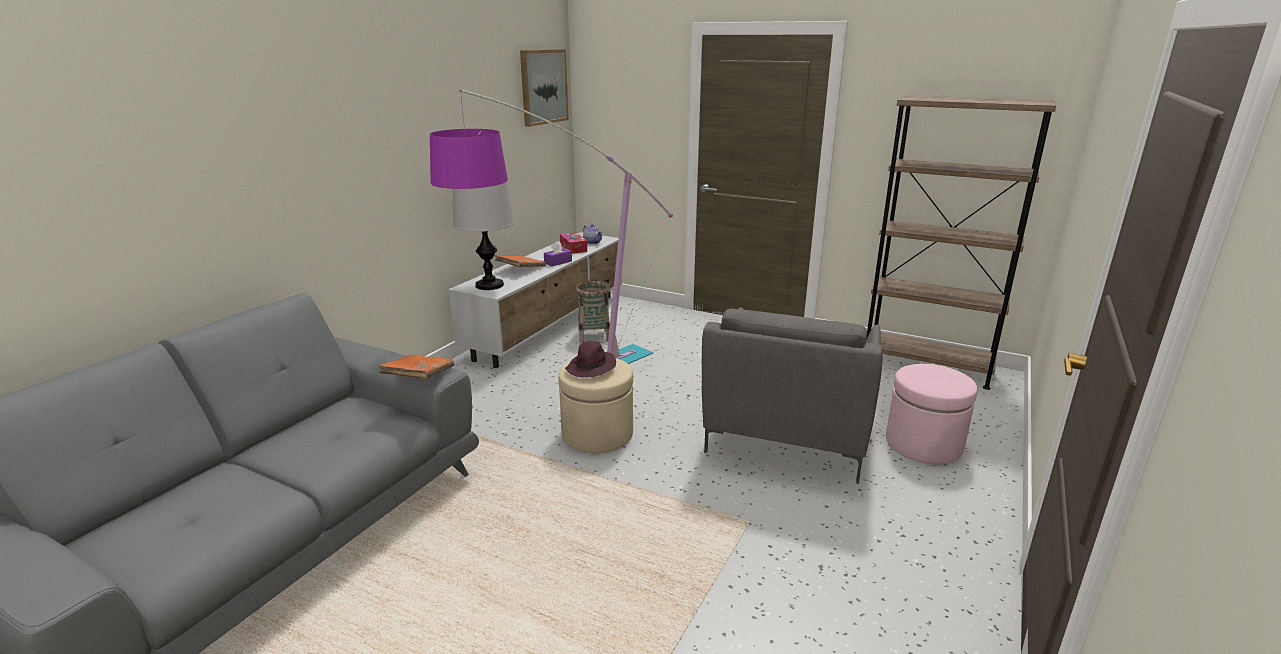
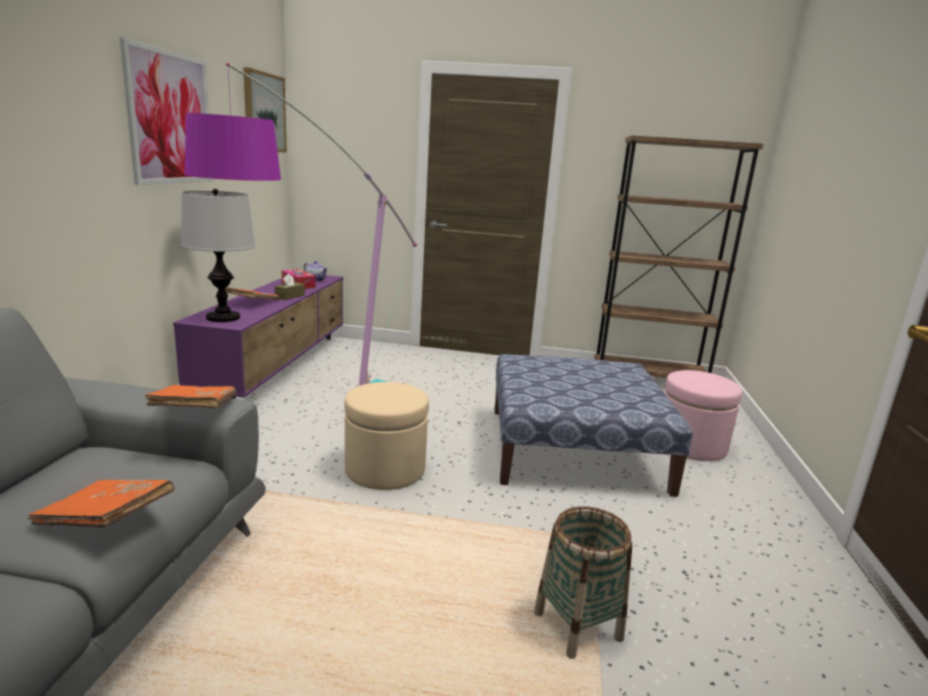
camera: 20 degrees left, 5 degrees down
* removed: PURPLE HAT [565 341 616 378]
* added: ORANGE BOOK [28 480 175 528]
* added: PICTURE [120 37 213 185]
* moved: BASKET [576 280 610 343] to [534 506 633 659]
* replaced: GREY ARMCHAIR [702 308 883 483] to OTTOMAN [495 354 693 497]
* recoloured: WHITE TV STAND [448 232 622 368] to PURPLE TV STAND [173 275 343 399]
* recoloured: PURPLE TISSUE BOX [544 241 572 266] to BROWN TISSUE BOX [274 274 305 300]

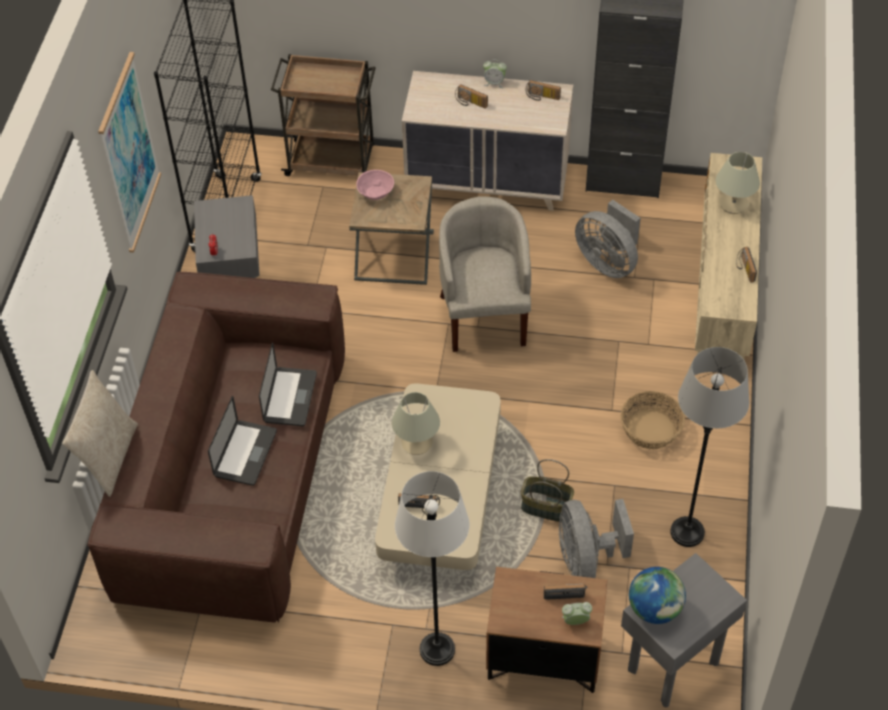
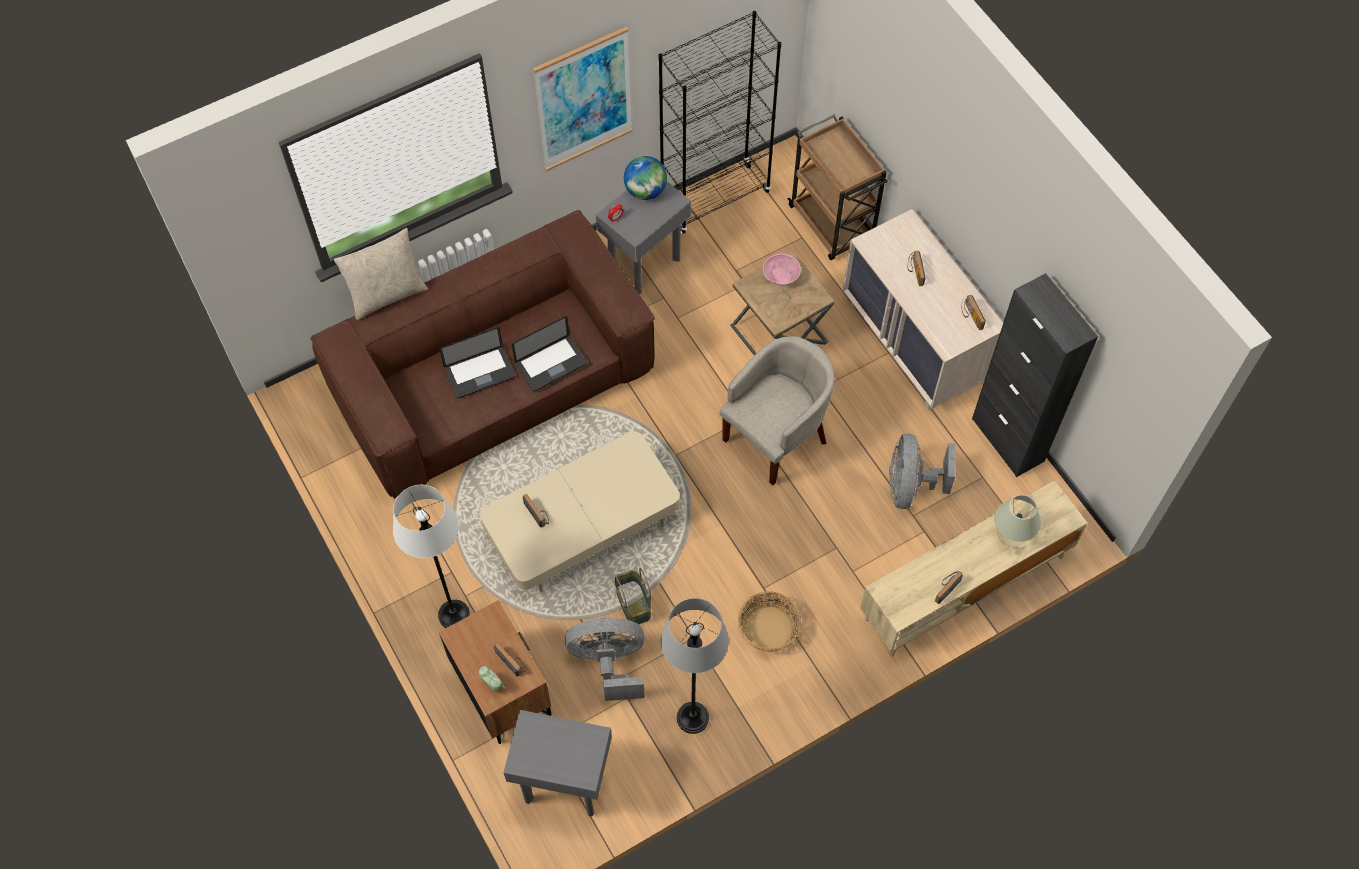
camera: 50 degrees right, 10 degrees up
* removed: BEIGE TABLE LAMP [392 392 440 455]
* removed: ALARM CLOCK [483 59 507 88]
* moved: GLOBE [629 567 686 624] to [624 156 667 200]
* turned: GREY FAN [559 499 634 578] = [565 618 645 701] 45 degrees clockwise

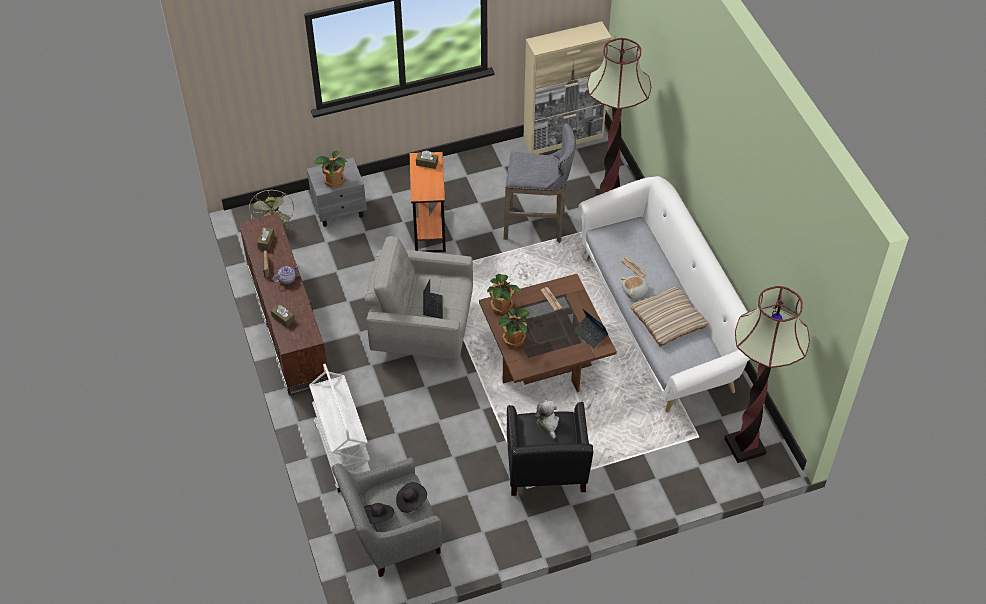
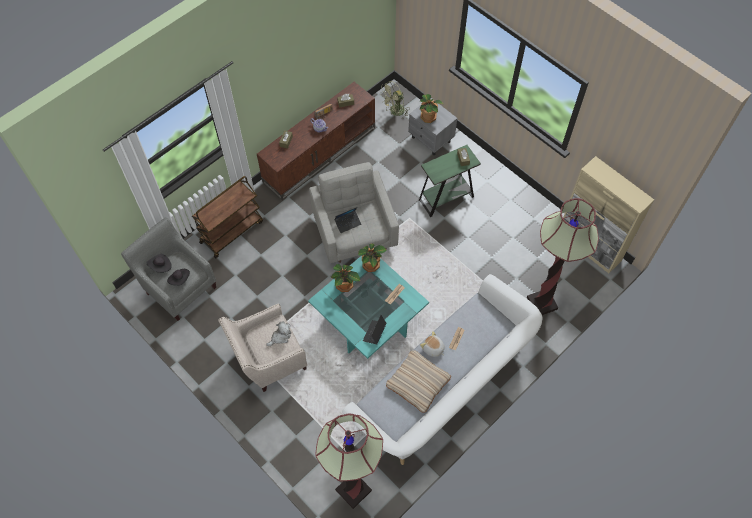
camera: 65 degrees right, 10 degrees up
* removed: GREY STOOL [504 124 576 243]
* recoloured: WHITE CART [309 364 370 493] to BROWN CART [192 176 263 259]
* recoloured: ORANGE SIDE TABLE [410 152 446 252] to GREEN SIDE TABLE [419 145 481 217]
* recoloured: BROWN COFFEE TABLE [479 274 617 392] to TURQUOISE COFFEE TABLE [308 256 429 359]
* recoloured: BLACK ARMCHAIR [507 402 593 496] to BEIGE ARMCHAIR [218 304 307 392]

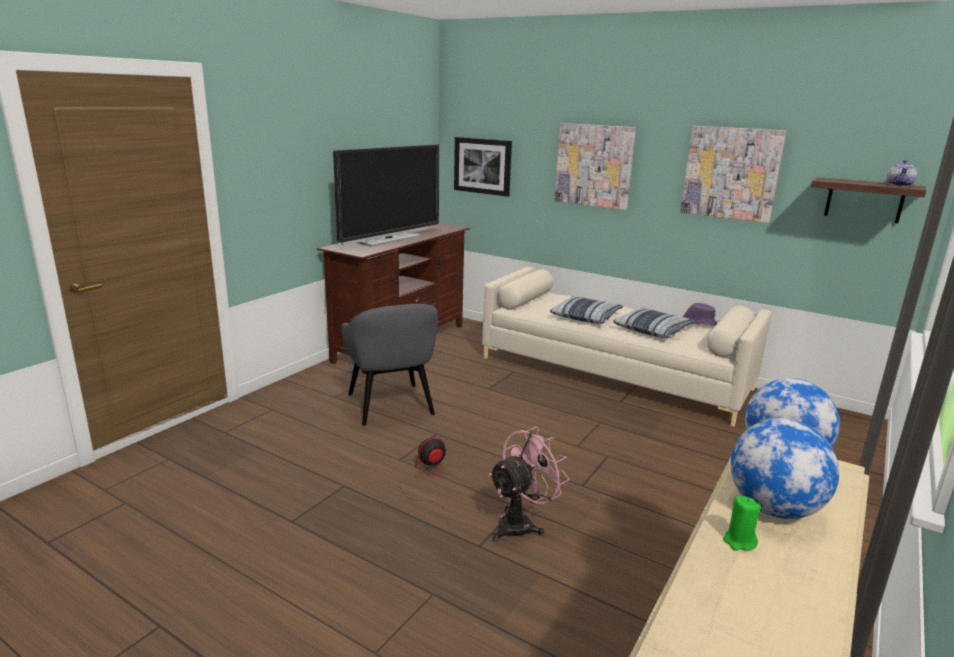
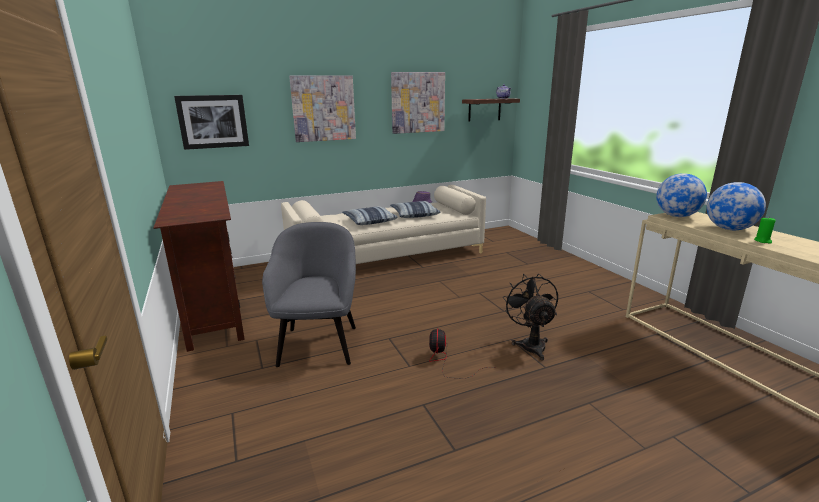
camera: 55 degrees left, 0 degrees up
* removed: TELEVISION [333 144 439 247]
* recoloured: PINK FAN [489 427 569 541] to BLACK FAN [503 274 558 360]
* turned: GREY ARMCHAIR [341 304 438 426] = [262 222 356 367] 105 degrees counterclockwise

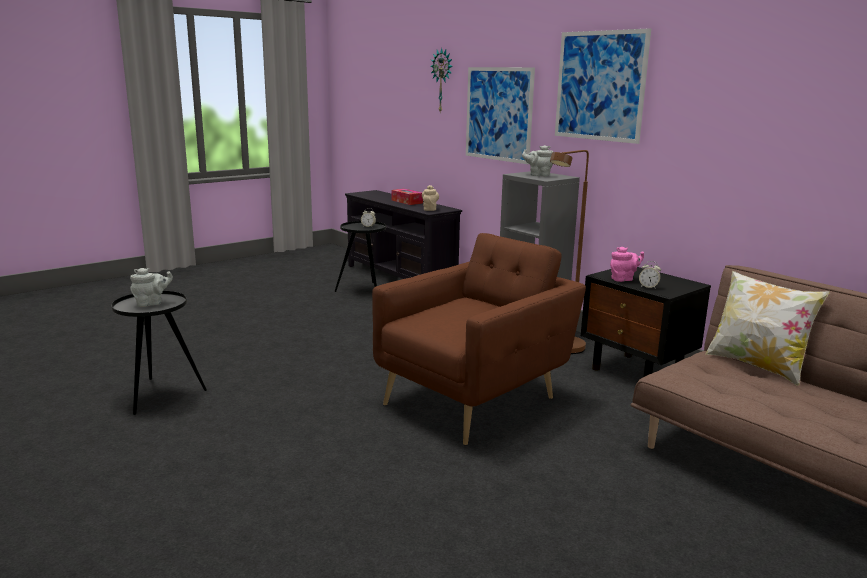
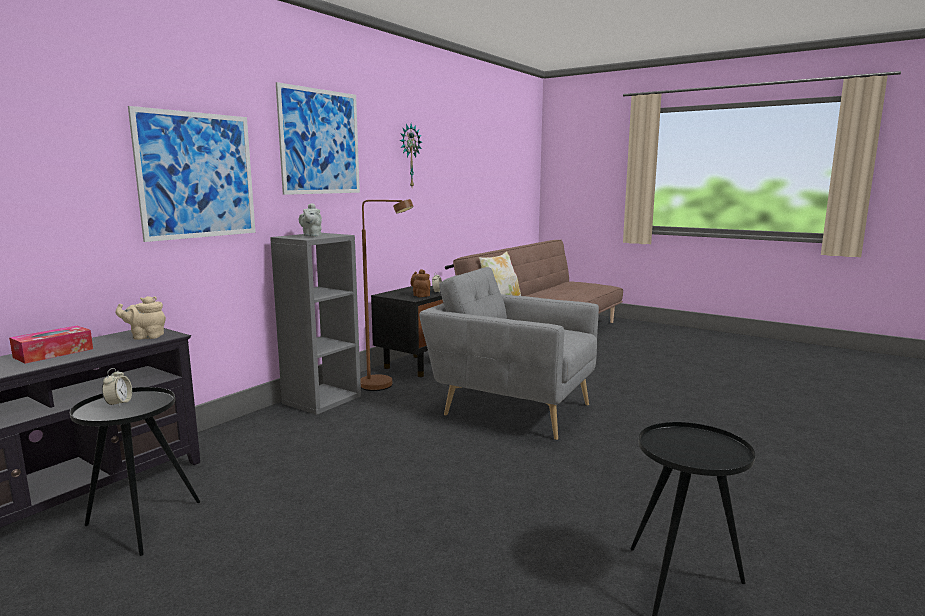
camera: 105 degrees left, 5 degrees down
* removed: GREY TEAPOT [130 268 173 307]
* moved: WALL CLOCK [430 48 453 112] to [400 124 422 187]
* recoloured: BROWN ARMCHAIR [372 233 586 446] to GREY ARMCHAIR [419 267 599 440]
* recoloured: PINK TEAPOT [610 247 644 282] to BROWN TEAPOT [411 269 430 297]

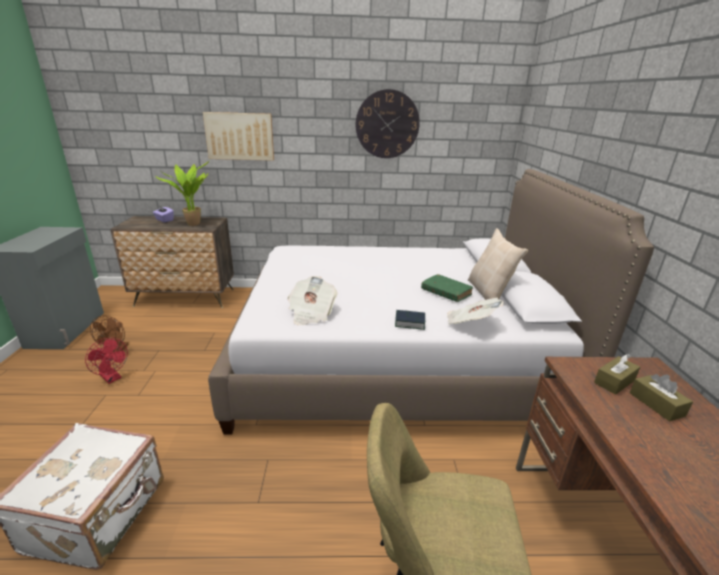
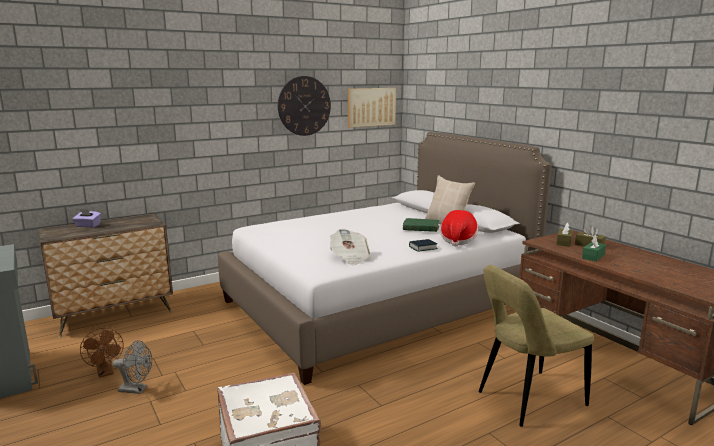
camera: 30 degrees left, 10 degrees down
* removed: POTTED PLANT [155 160 210 226]
* added: GREEN TISSUE BOX [582 235 606 262]
* moved: PICTURE [203 112 274 161] to [348 88 396 128]
* replaced: NEWSPAPER [447 298 504 324] to HAT [440 210 478 246]
* recoloured: RED FAN [85 338 128 384] to GREY FAN [112 340 152 394]

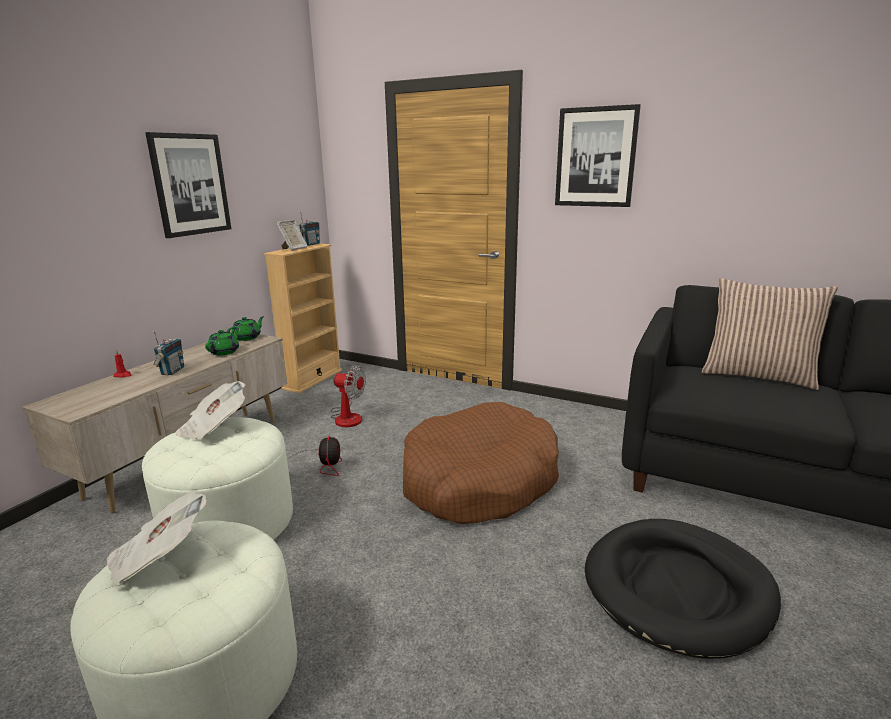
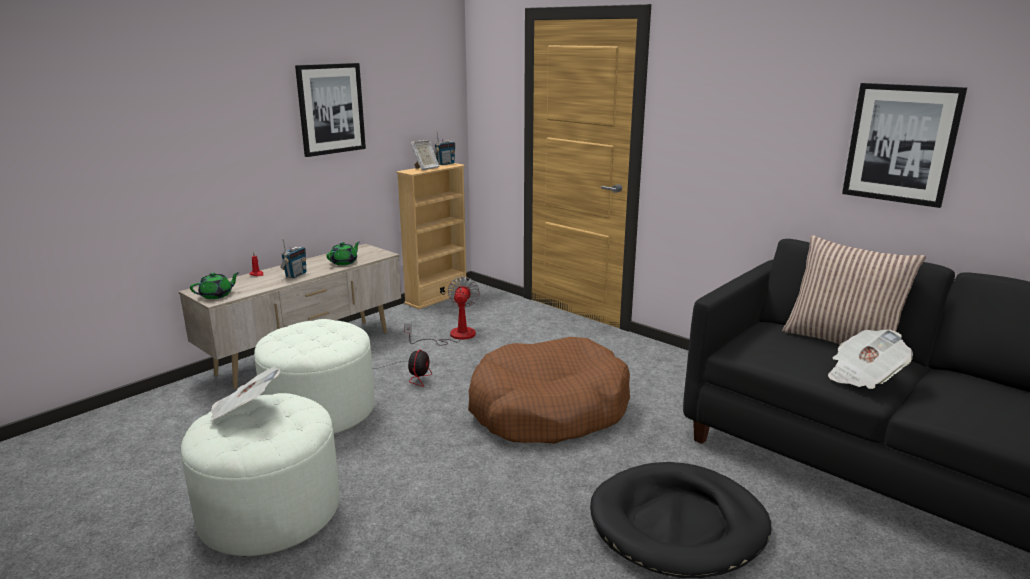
camera: 15 degrees right, 0 degrees up
* moved: NEWSPAPER [176 381 245 440] to [828 330 913 389]
* moved: GREEN TEAPOT [227 316 264 341] to [190 272 240 299]
* moved: PICTURE [555 104 641 207] to [842 83 967 208]
* turned: FAN [331 365 366 427] = [404 277 480 346] 120 degrees counterclockwise

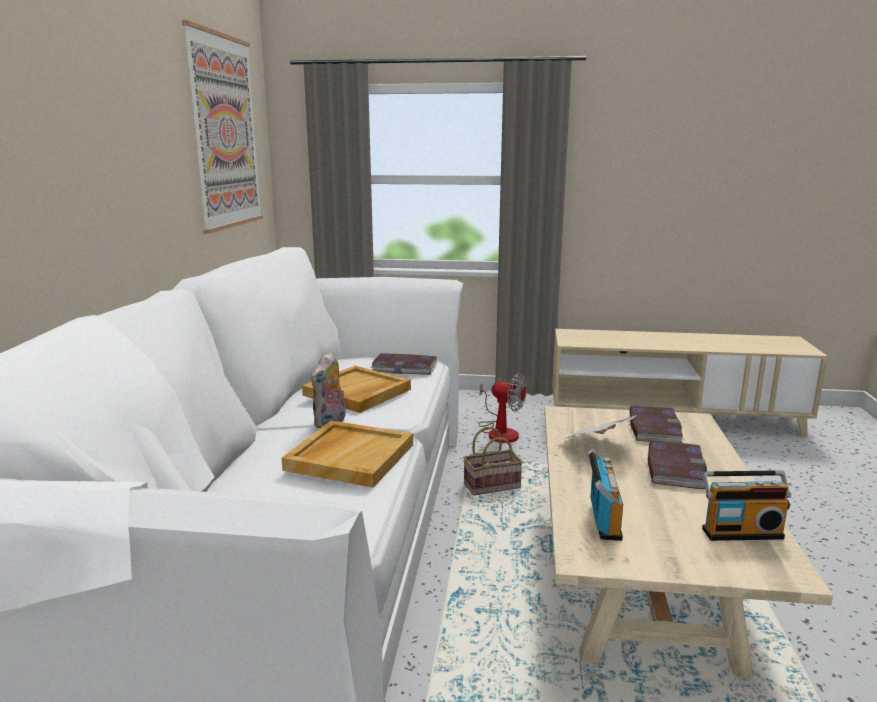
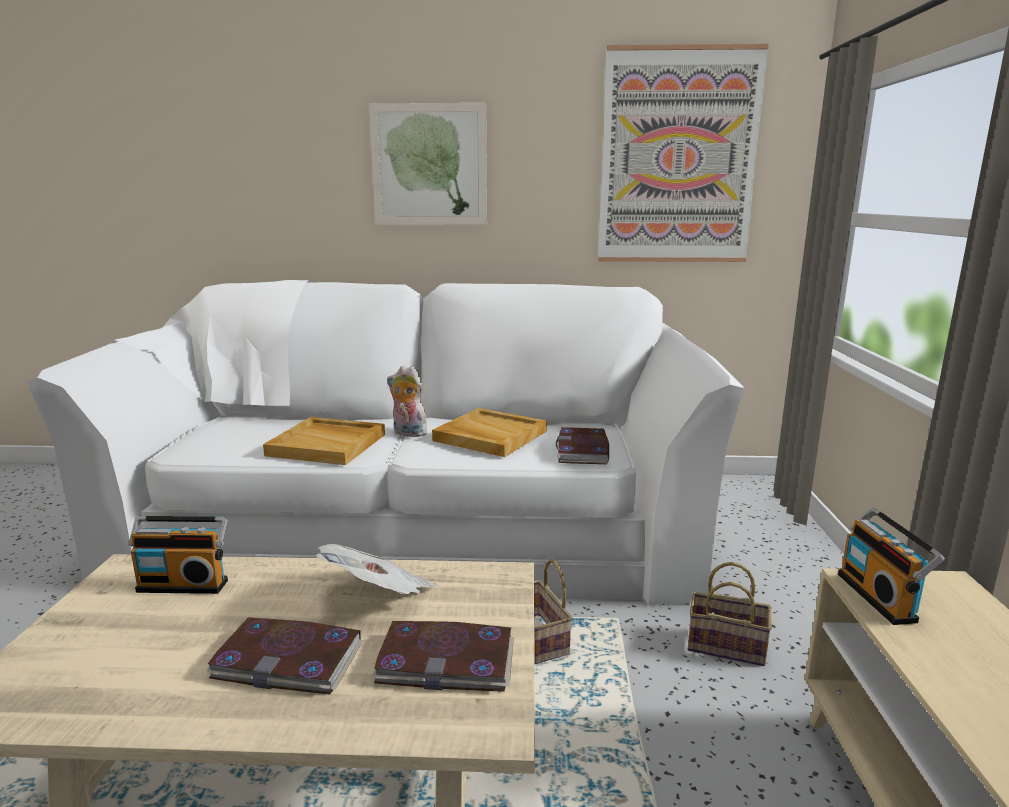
camera: 85 degrees right, 0 degrees up
* added: PICTURE [369 103 487 225]
* moved: RADIO [702 470 791 541] to [838 508 945 625]
* replaced: FAN [479 373 527 443] to BASKET [688 562 772 666]

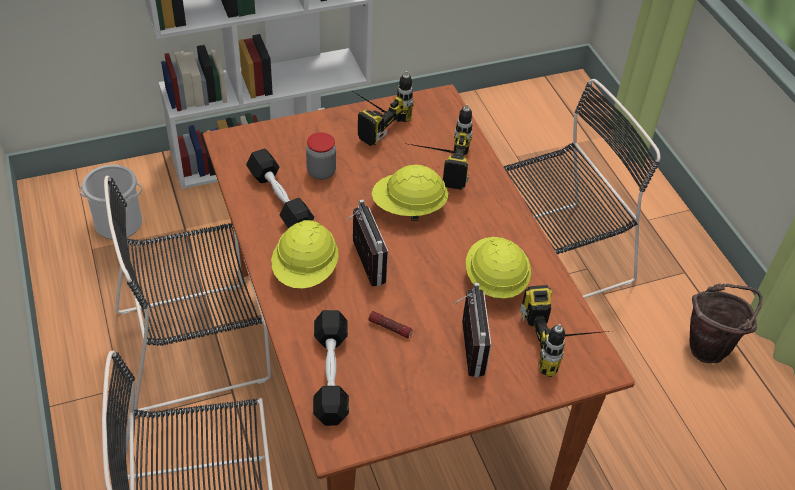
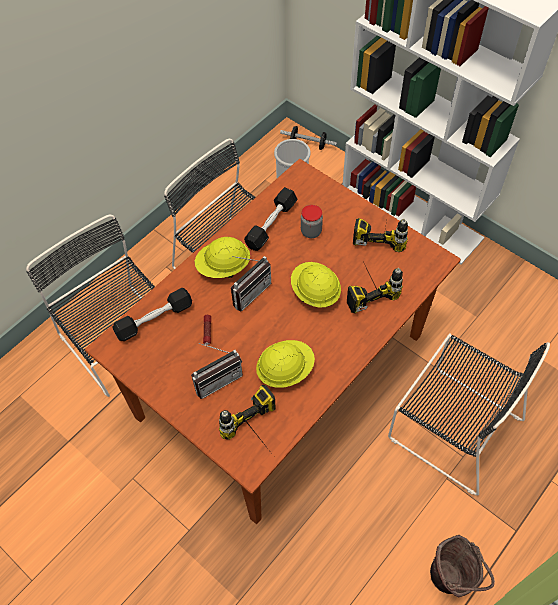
camera: 65 degrees right, 10 degrees up
* added: DUMBBELL [280 126 337 150]

